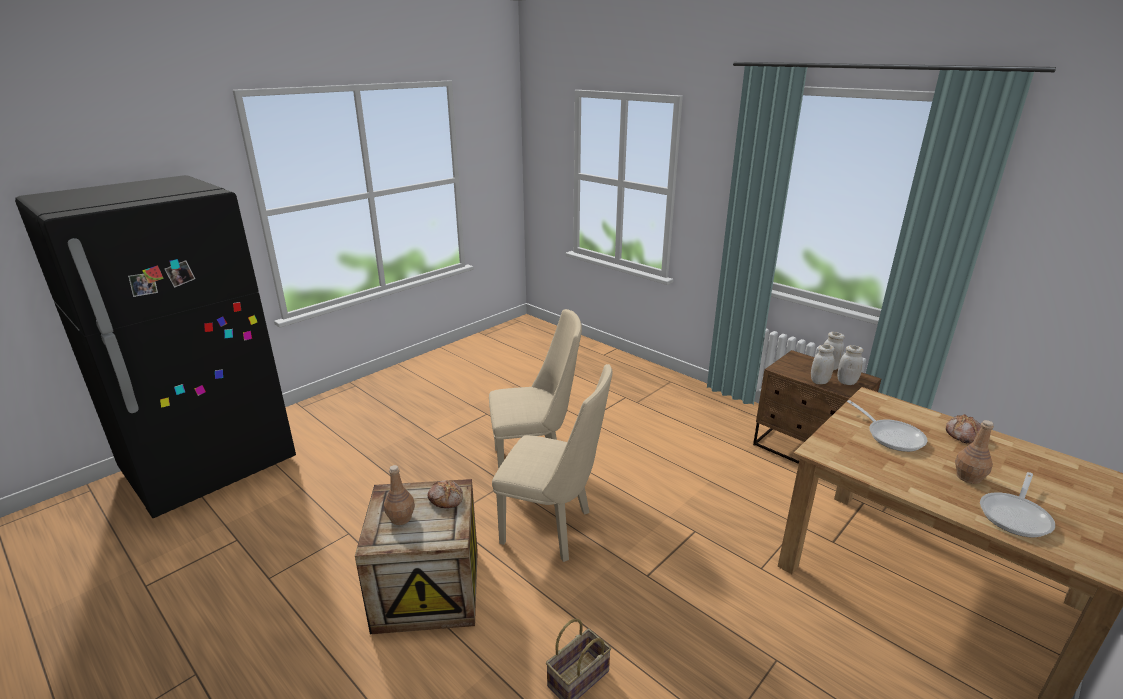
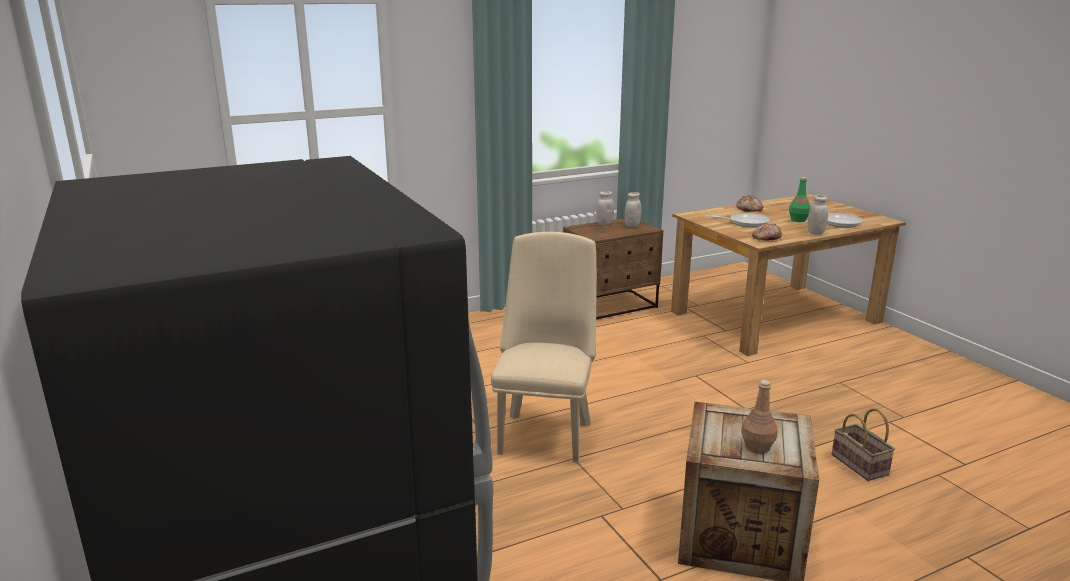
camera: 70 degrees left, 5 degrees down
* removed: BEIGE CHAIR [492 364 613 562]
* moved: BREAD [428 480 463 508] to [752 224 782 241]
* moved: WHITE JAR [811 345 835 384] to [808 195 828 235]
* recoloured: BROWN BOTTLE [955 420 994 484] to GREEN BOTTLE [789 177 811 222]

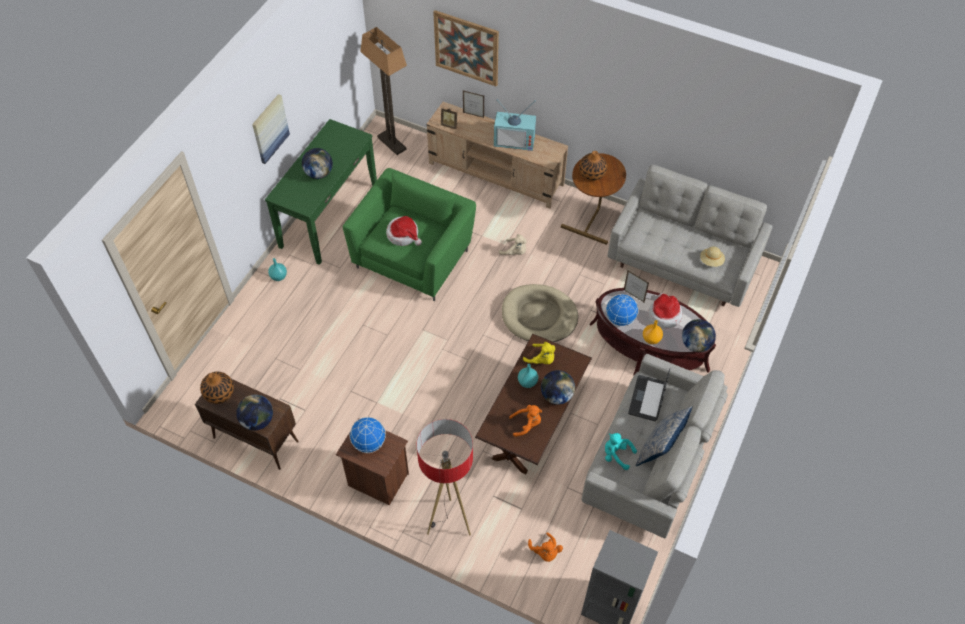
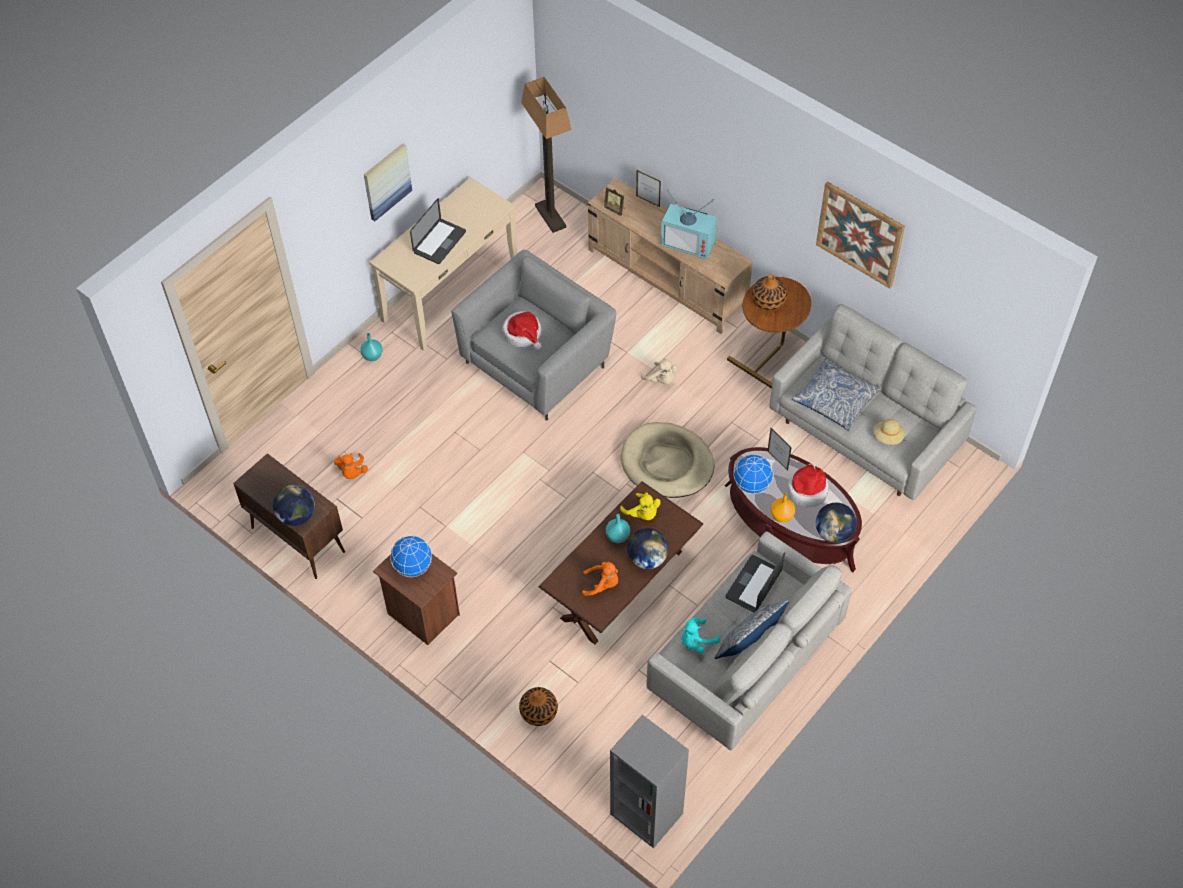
camera: 15 degrees right, 0 degrees up
* removed: FLOOR LAMP [417 419 473 536]
* added: PILLOW [792 358 882 431]
* moved: VASE [200 372 234 404] to [519 687 558 726]
* moved: PICTURE [433 10 499 87] to [816 181 905 289]
* moved: ORANGE PLUSH TOY [528 532 563 562] to [334 453 368 479]
* replaced: GLOBE [302 148 333 179] to LAPTOP [410 198 466 264]
* recoloured: GREEN CONSOLE TABLE [265 119 377 265] to BEIGE CONSOLE TABLE [369 177 518 351]
* recoloured: GREEN ARMCHAIR [342 168 476 301] to GREY ARMCHAIR [451 250 616 421]
* turned: TURQUOISE PLUSH TOY [605 433 637 470] = [681 618 720 654] 75 degrees counterclockwise

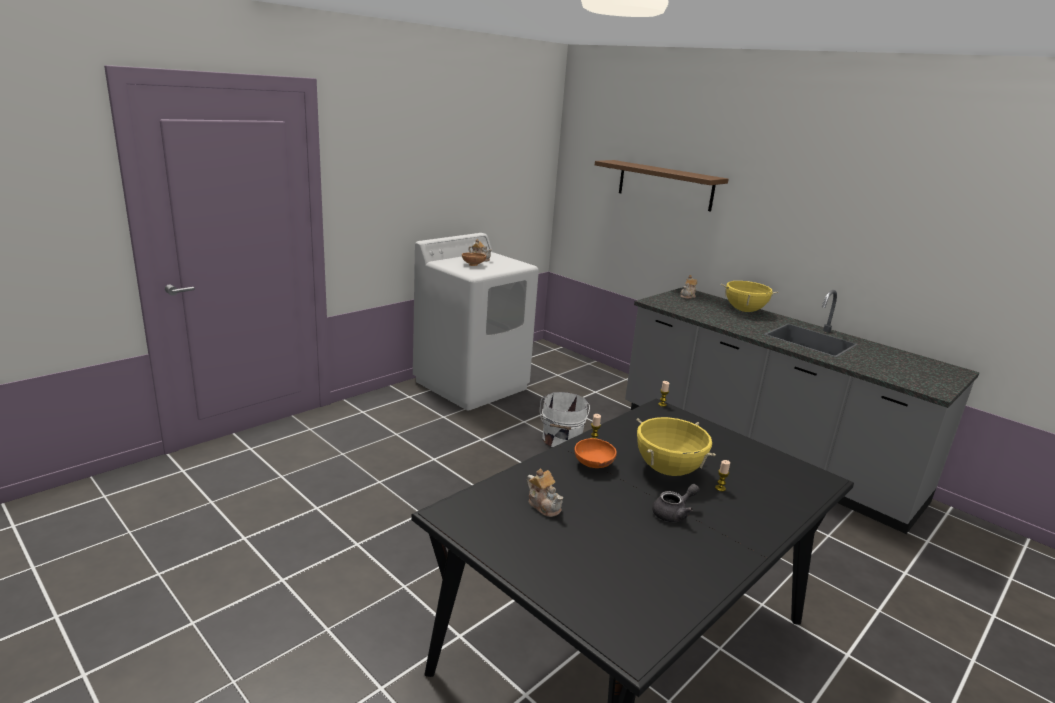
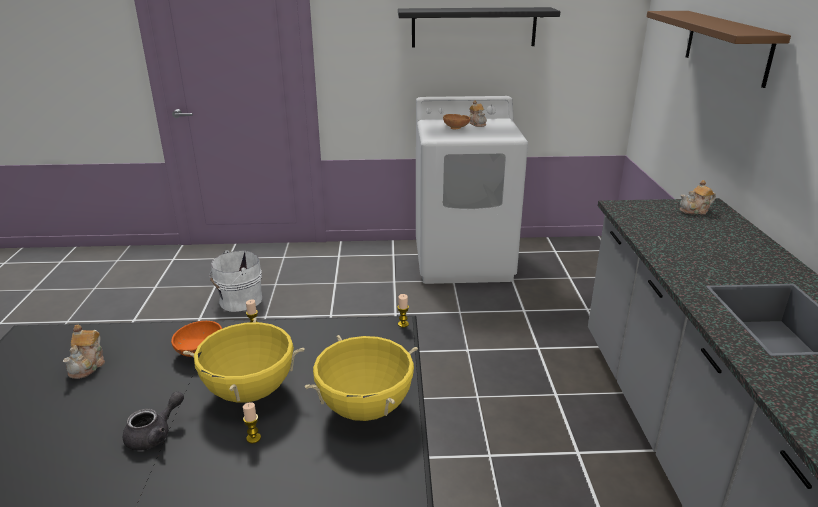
camera: 45 degrees right, 5 degrees up
* added: BLACK SHELF [398 7 560 47]
* moved: WHITE BUCKET [540 392 590 447] to [209 250 262 312]
* moved: YELLOW COOKING POT [721 281 778 312] to [305 335 418 421]
* turned: GREY TEAPOT [652 484 699 522] = [123 391 184 451] 60 degrees counterclockwise

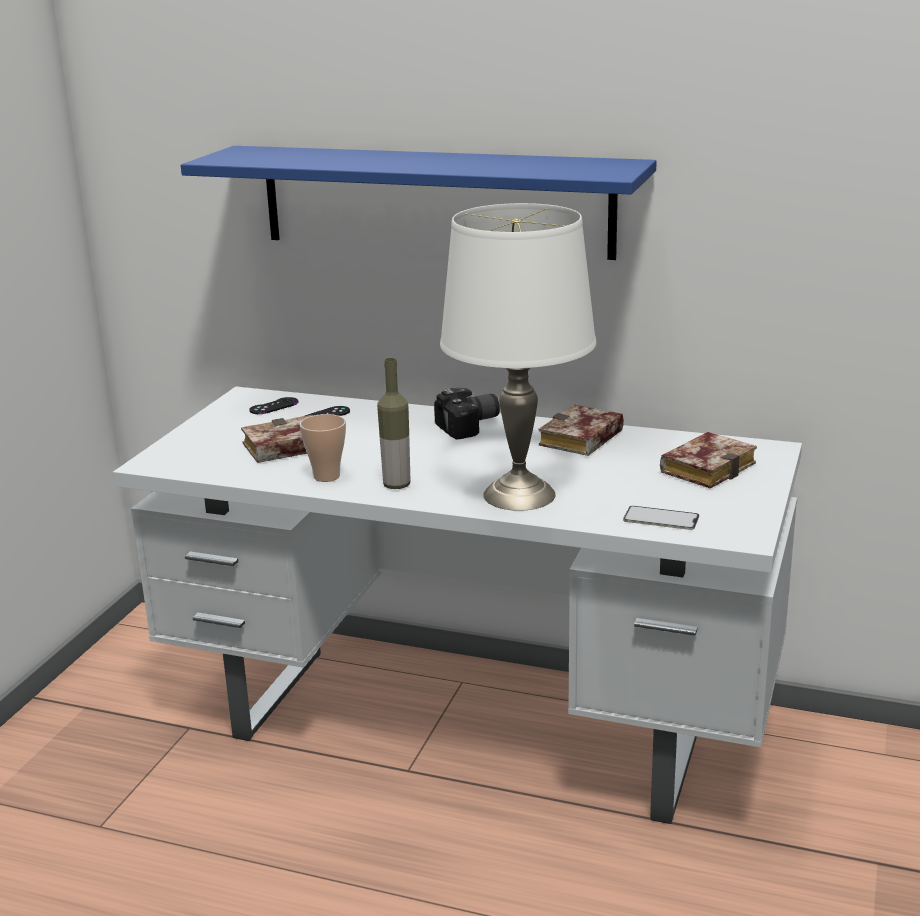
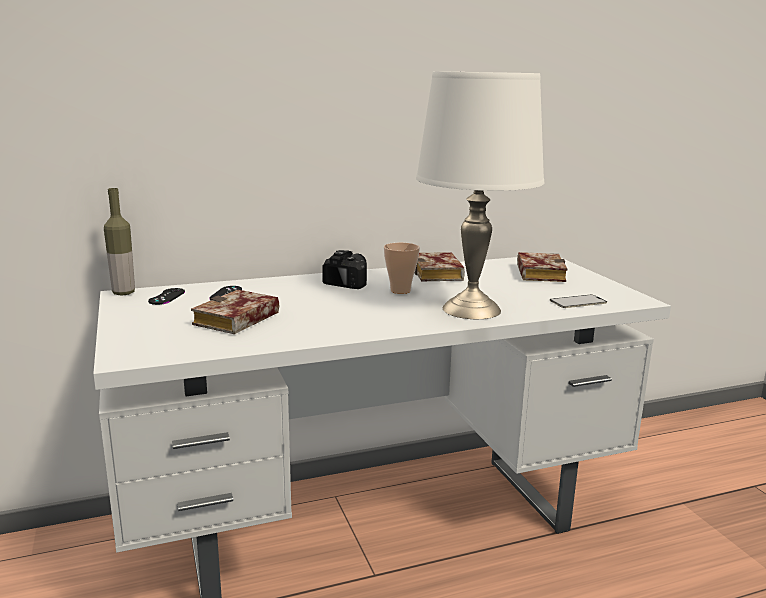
camera: 40 degrees left, 5 degrees down
* removed: BLUE SHELF [181 146 657 260]
* moved: CUP [300 414 346 482] to [384 242 420 294]
* moved: BOTTLE [377 358 411 489] to [104 188 135 295]

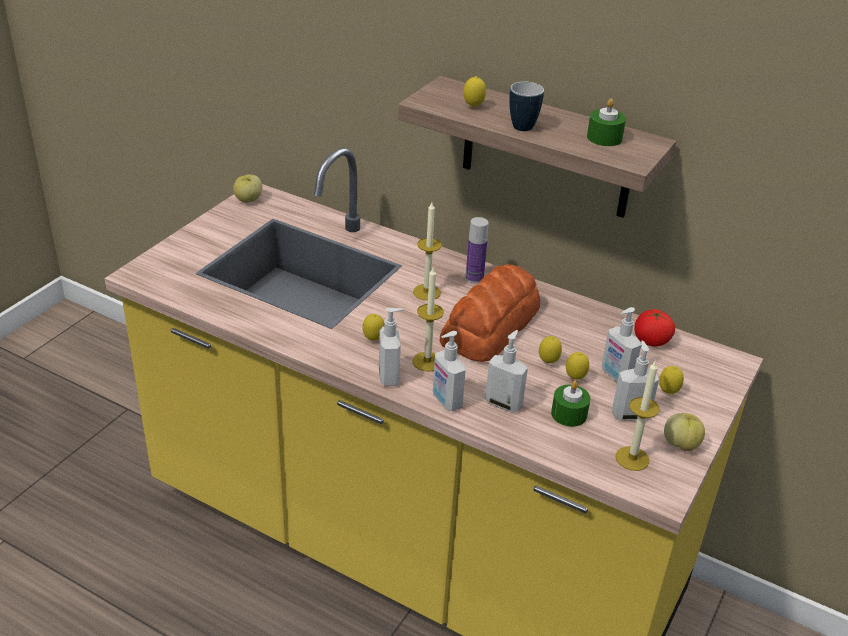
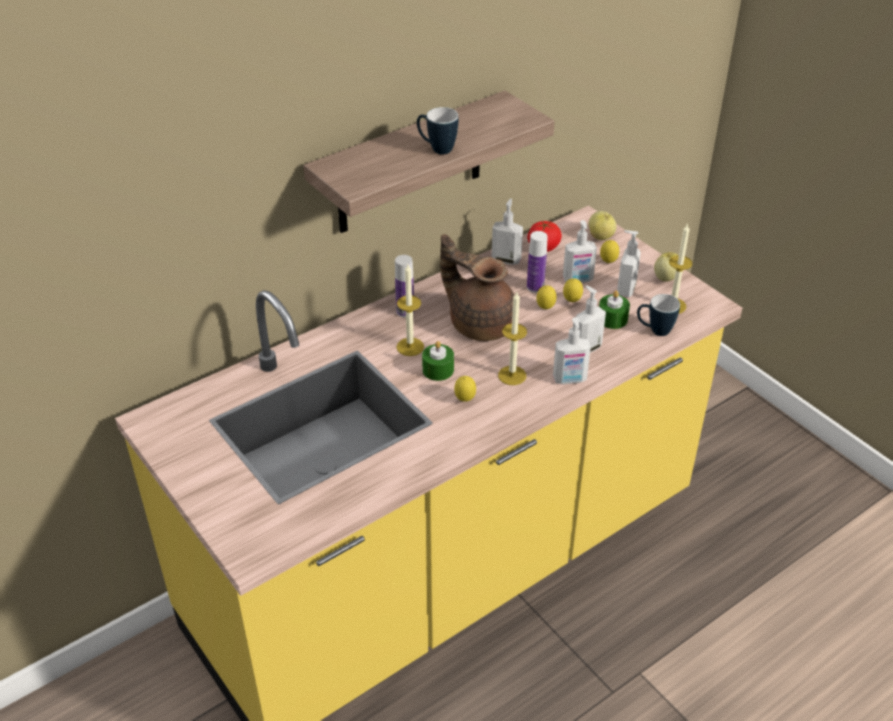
camera: 65 degrees left, 5 degrees up
* removed: LEMON [463 76 486 107]
* added: BOTTLE [527 231 548 293]
* added: MUG [637 294 680 336]
* moved: APPLE [233 174 263 203] to [588 211 617 240]
* moved: SOAP DISPENSER [379 308 403 386] to [492 199 523 265]
* moved: GREEN CANDLE [587 99 626 146] to [422 341 454 381]
* replaced: BREAD [440 264 540 362] to BROWN TEAPOT [440 234 515 341]

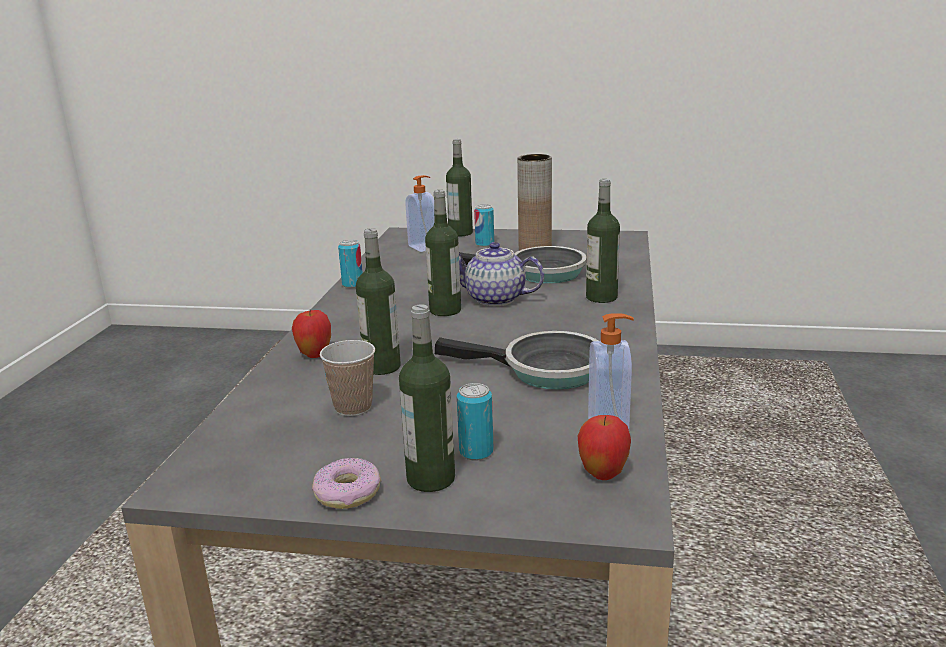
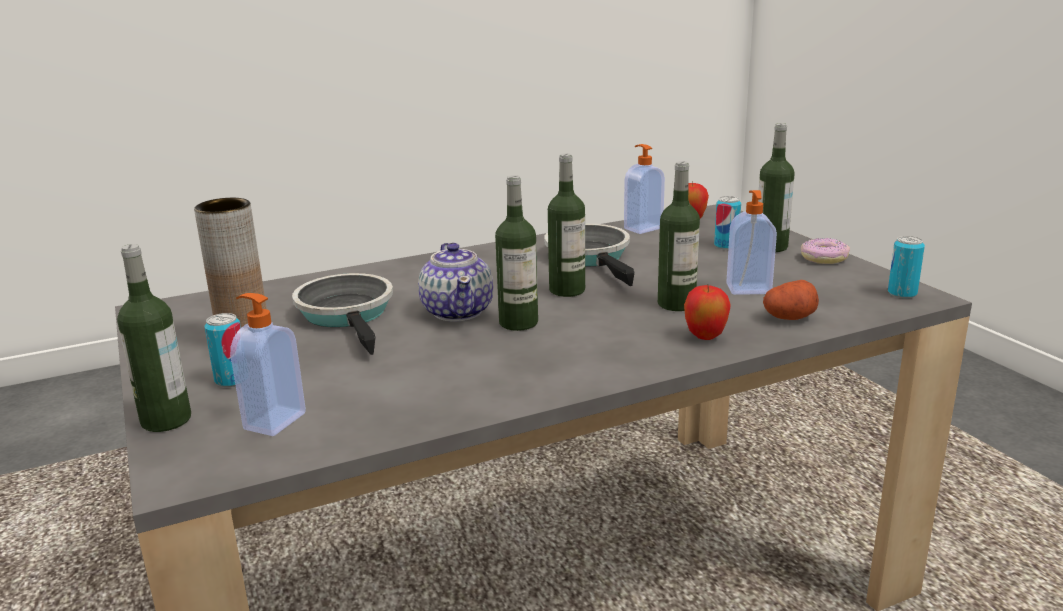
camera: 125 degrees left, 0 degrees up
* added: POTATO [763 280 819 320]
* moved: CAN [338 240 363 288] to [888 236 925 298]
* moved: BOTTLE [586 179 620 303] to [548 153 585 297]
* replaced: CUP [320 340 375 416] to SOAP DISPENSER [726 190 777 295]

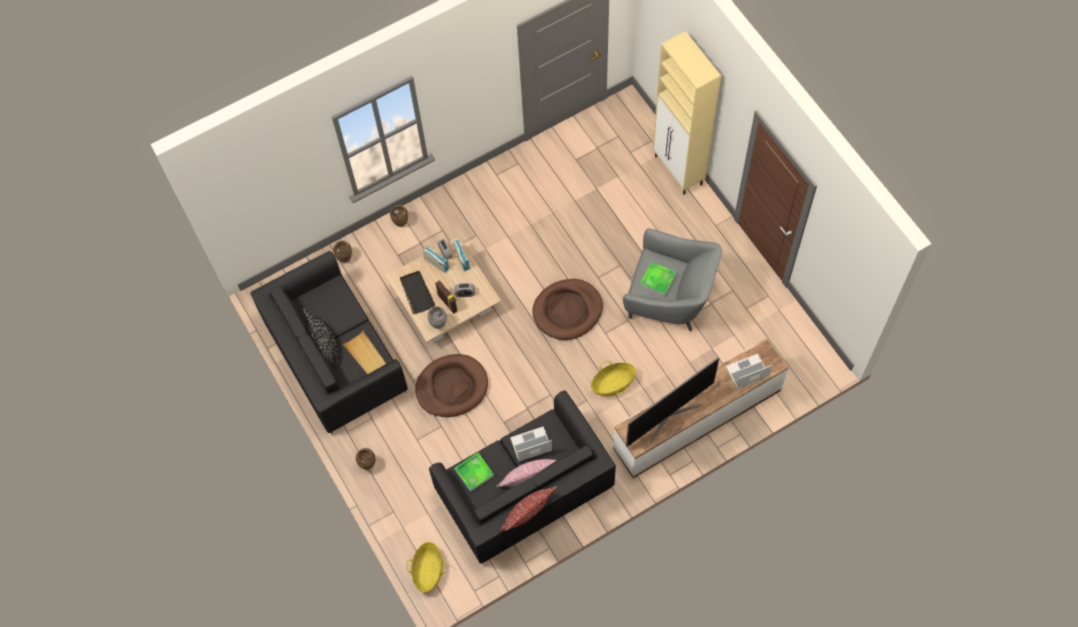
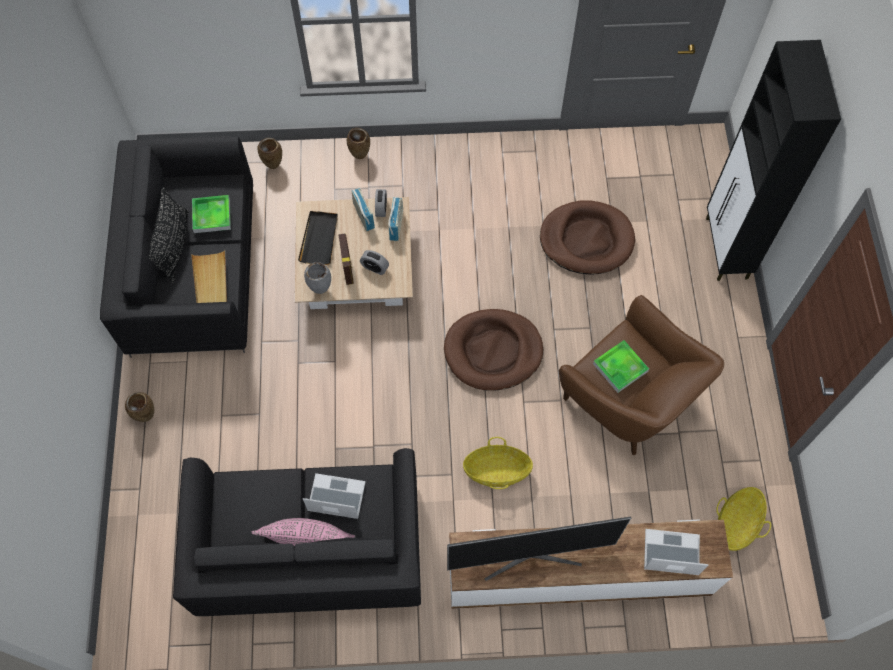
camera: 25 degrees right, 0 degrees up
* removed: RED PILLOW [499 486 557 532]
* moved: BASKET [406 542 447 593] to [716 487 771 551]
* moved: BROWN DOG BED [415 354 488 417] to [540 200 635 274]
* moved: TRAY [454 452 494 492] to [192 195 231 233]
* recoloured: GREY ARMCHAIR [623 228 722 332] to BROWN ARMCHAIR [559 295 724 455]
* recoloured: BEIGE CABINET [653 31 721 195] to BLACK CABINET [706 40 841 281]

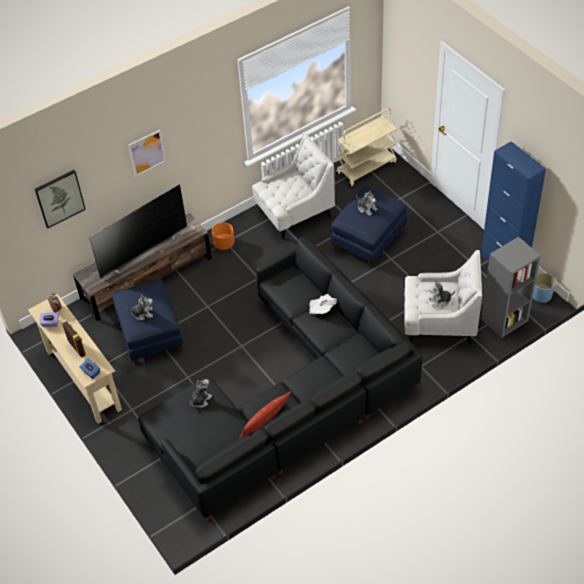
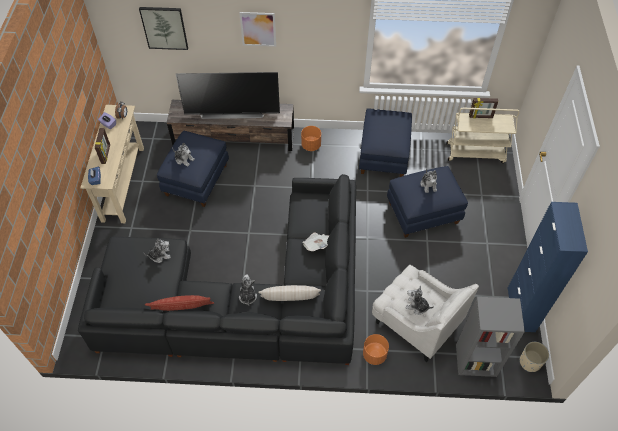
camera: 35 degrees right, 5 degrees up
* added: PLUSH TOY [239 275 257 306]
* added: BEIGE PILLOW [258 285 321 301]
* added: ORANGE PLANTER [363 334 389 365]
* added: PICTURE FRAME [469 98 498 118]
* replaced: WHITE ARMCHAIR [252 133 335 239] to BLUE OTTOMAN [359 108 412 177]
* recoloured: BLUE PLANTER [533 273 556 303] to BEIGE PLANTER [520 342 549 372]

